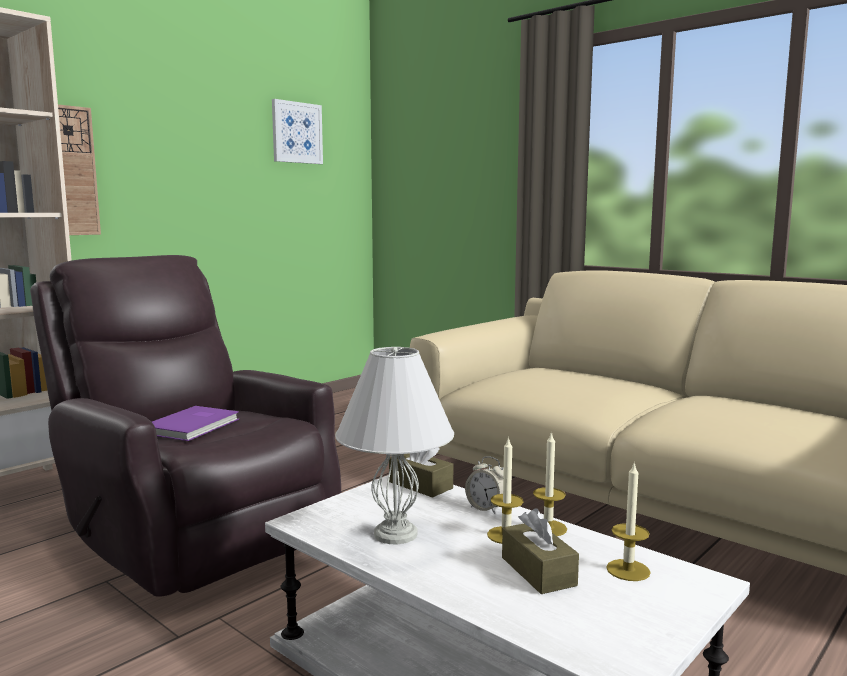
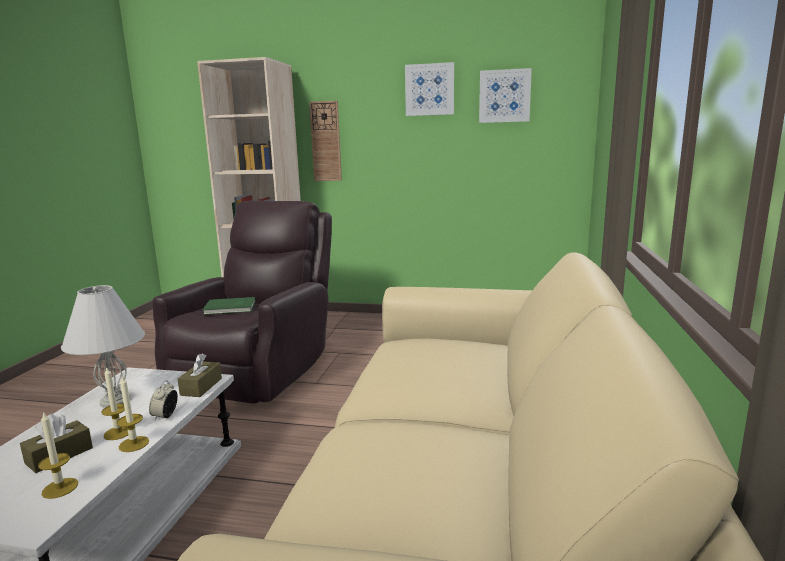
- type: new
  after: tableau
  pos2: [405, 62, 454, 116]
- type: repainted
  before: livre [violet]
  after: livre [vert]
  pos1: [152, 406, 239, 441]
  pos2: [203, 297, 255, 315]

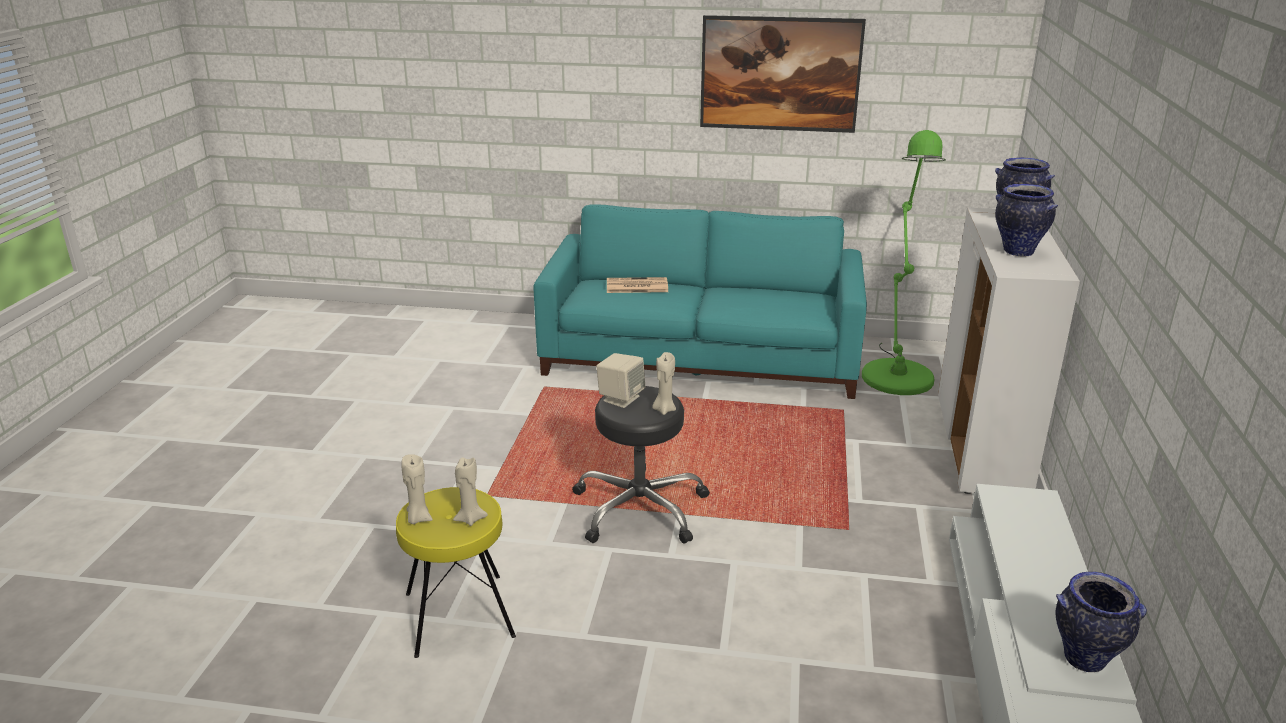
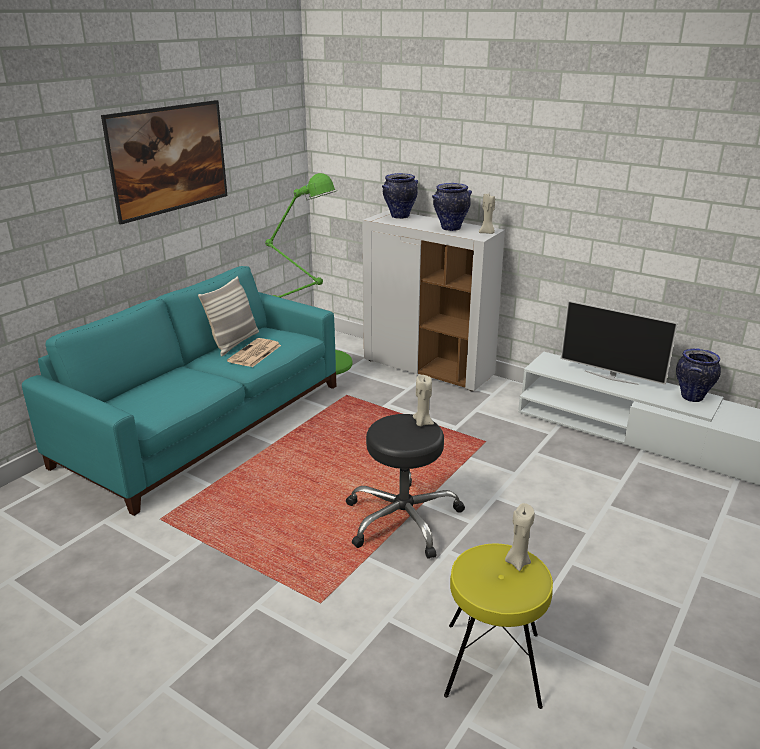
- type: gone
  before: enceinte [beige]
  pos1: [596, 353, 645, 408]
- type: new
  after: coussin
  pos2: [198, 276, 259, 357]
- type: new
  after: téléviseur
  pos2: [561, 300, 678, 385]
- type: shifted
  before: bougie [beige]
  pos1: [401, 454, 433, 524]
  pos2: [479, 194, 495, 234]
- type: shifted
  before: journal
  pos1: [607, 277, 668, 293]
  pos2: [227, 338, 281, 367]

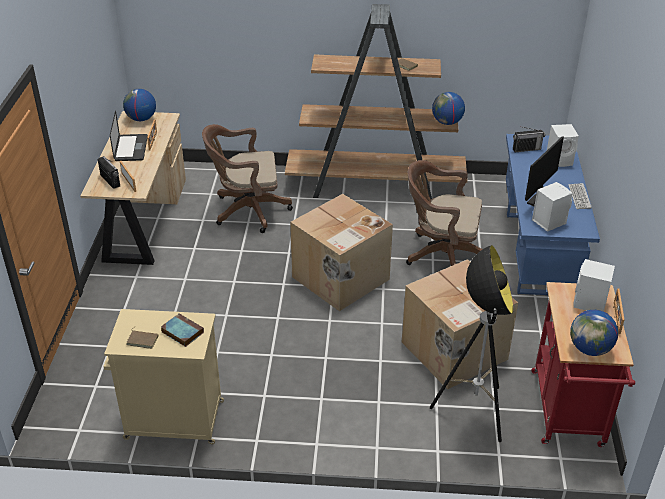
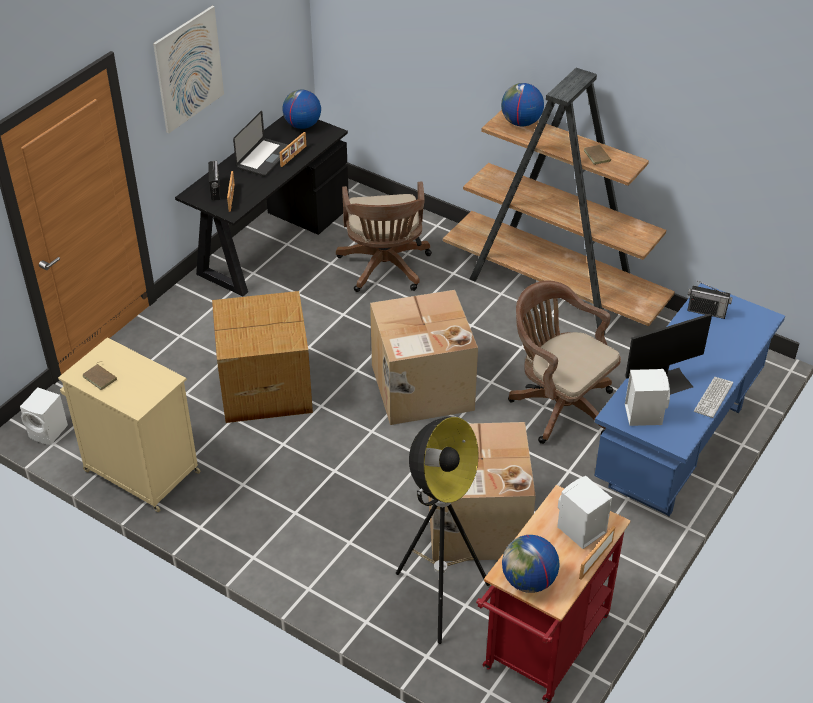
- type: gone
  before: livre
  pos1: [161, 313, 204, 347]
- type: new
  after: tableau
  pos2: [153, 6, 224, 134]
- type: new
  after: carton
  pos2: [212, 291, 313, 423]
- type: shifted
  before: globe
  pos1: [432, 92, 465, 125]
  pos2: [501, 83, 544, 126]
- type: shifted
  before: enceinte [blanc]
  pos1: [547, 124, 579, 167]
  pos2: [20, 387, 68, 445]
- type: repainted
  before: bureau [beige]
  after: bureau [noir]
  pos1: [80, 111, 186, 265]
  pos2: [175, 115, 349, 296]
- type: rotated
  before: chaise de bureau [marron]
  pos1: [202, 124, 293, 233]
  pos2: [336, 181, 432, 292]
  turn: -120

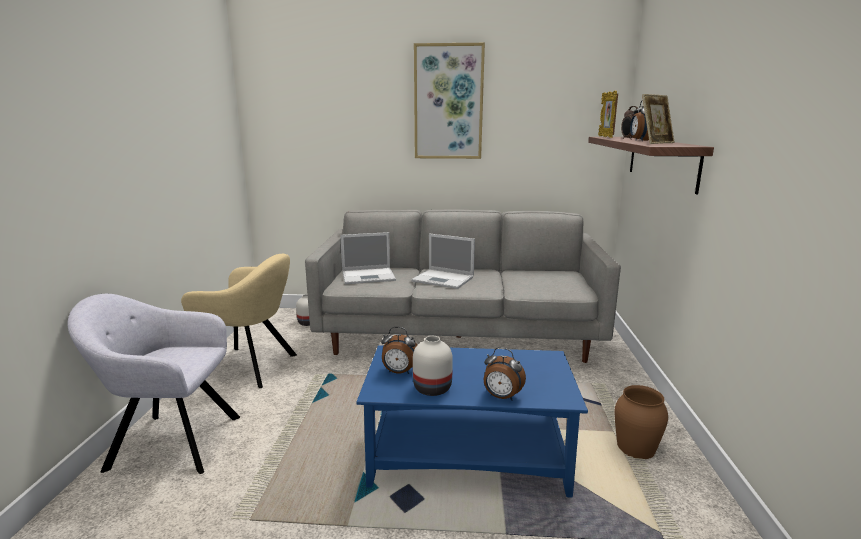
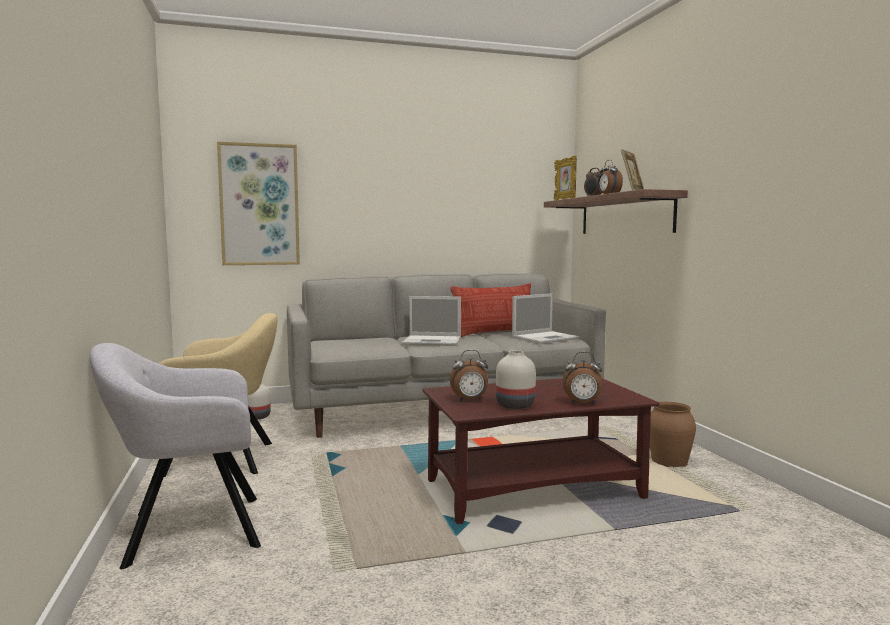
- type: new
  after: coussin
  pos2: [451, 284, 531, 337]
- type: shifted
  before: ordinateur portable
  pos1: [340, 232, 396, 284]
  pos2: [512, 293, 580, 344]
- type: shifted
  before: tableau
  pos1: [414, 43, 485, 159]
  pos2: [217, 142, 300, 265]
- type: repainted
  before: table basse [bleu]
  after: table basse [marron]
  pos1: [356, 345, 588, 498]
  pos2: [422, 378, 659, 524]

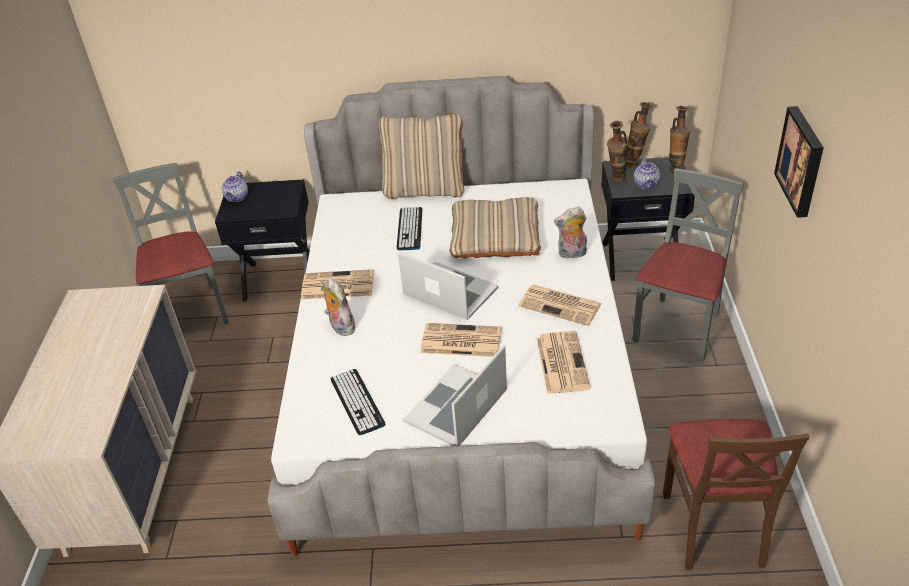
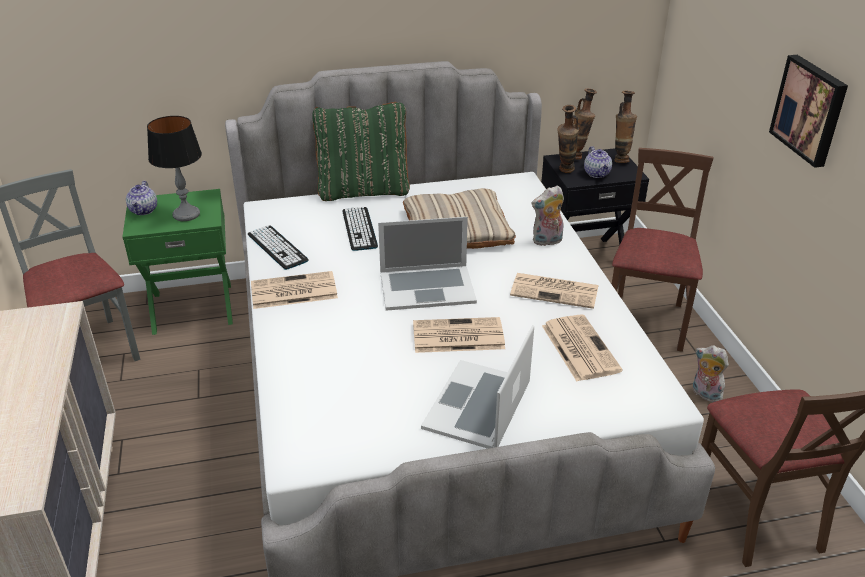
- type: new
  after: lampe de table
  pos2: [147, 116, 202, 221]
- type: shifted
  before: peluche
  pos1: [324, 279, 355, 336]
  pos2: [693, 345, 729, 402]
- type: shifted
  before: clavier
  pos1: [331, 369, 385, 435]
  pos2: [248, 225, 309, 270]
- type: repainted
  before: table de chevet [noir]
  after: table de chevet [vert]
  pos1: [215, 179, 310, 302]
  pos2: [122, 189, 233, 335]
- type: repainted
  before: coussin [beige]
  after: coussin [vert]
  pos1: [378, 113, 464, 199]
  pos2: [312, 102, 410, 201]
- type: repainted
  before: chaise [gris]
  after: chaise [marron]
  pos1: [632, 168, 744, 362]
  pos2: [612, 148, 713, 352]
- type: rotated
  before: ordinateur portable
  pos1: [398, 251, 499, 320]
  pos2: [378, 217, 477, 311]
  turn: 150

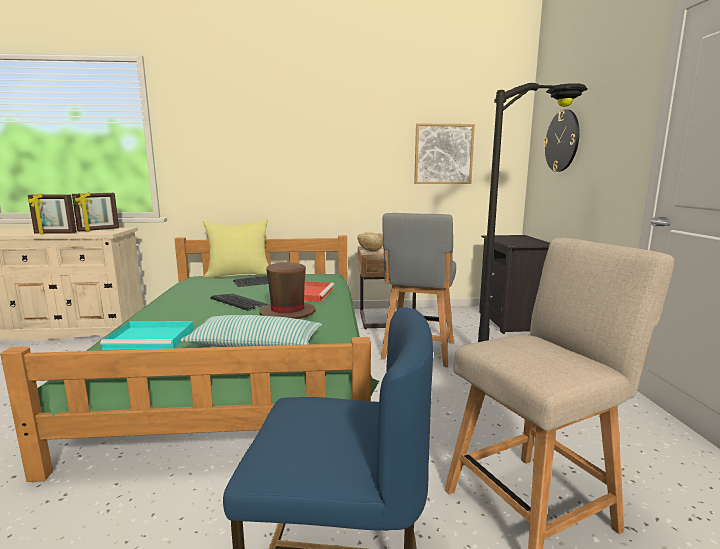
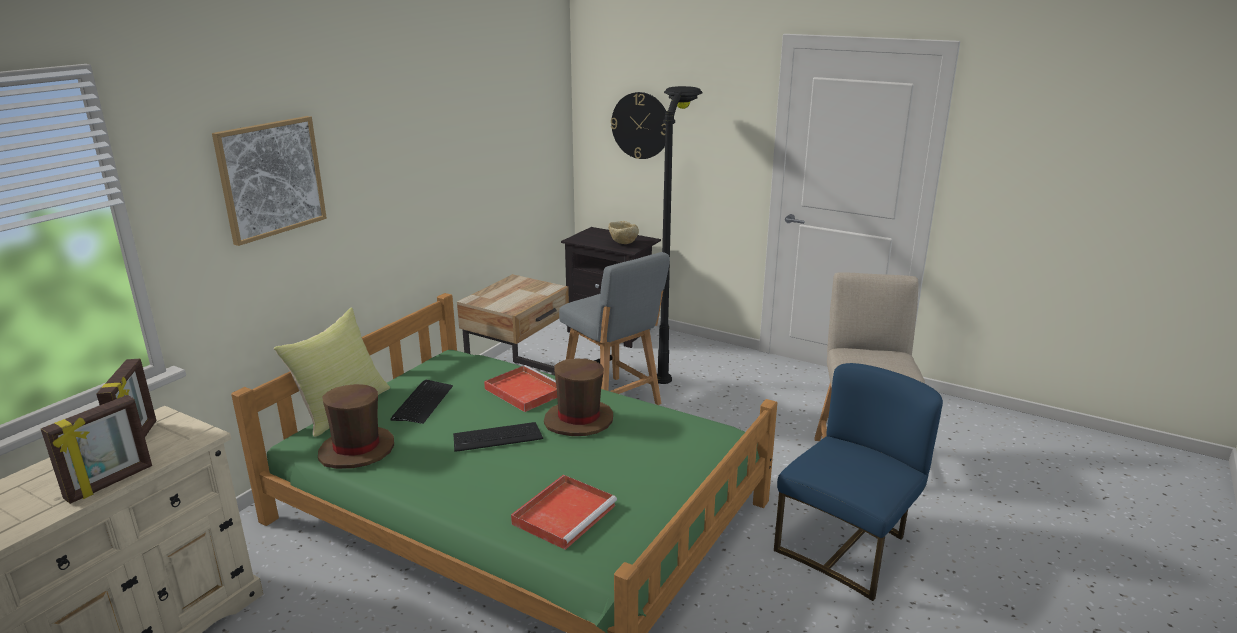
- type: gone
  before: coussin
  pos1: [180, 315, 322, 347]
- type: new
  after: chapeau [marron]
  pos2: [318, 384, 394, 469]
- type: shifted
  before: bol [beige]
  pos1: [357, 232, 383, 251]
  pos2: [608, 221, 639, 244]
- type: shifted
  before: tableau
  pos1: [414, 124, 475, 184]
  pos2: [212, 116, 327, 246]
- type: repainted
  before: plateau [turquoise]
  after: plateau [rouge]
  pos1: [100, 321, 194, 350]
  pos2: [511, 475, 617, 550]

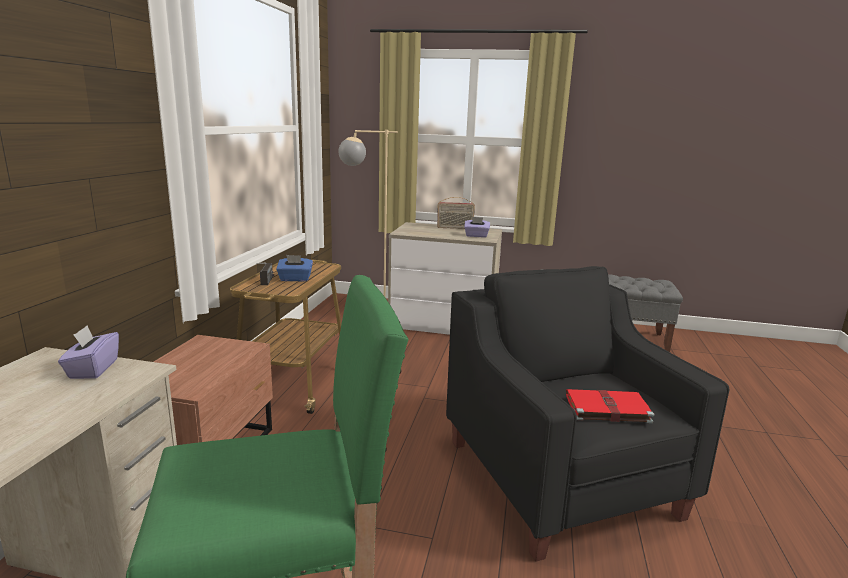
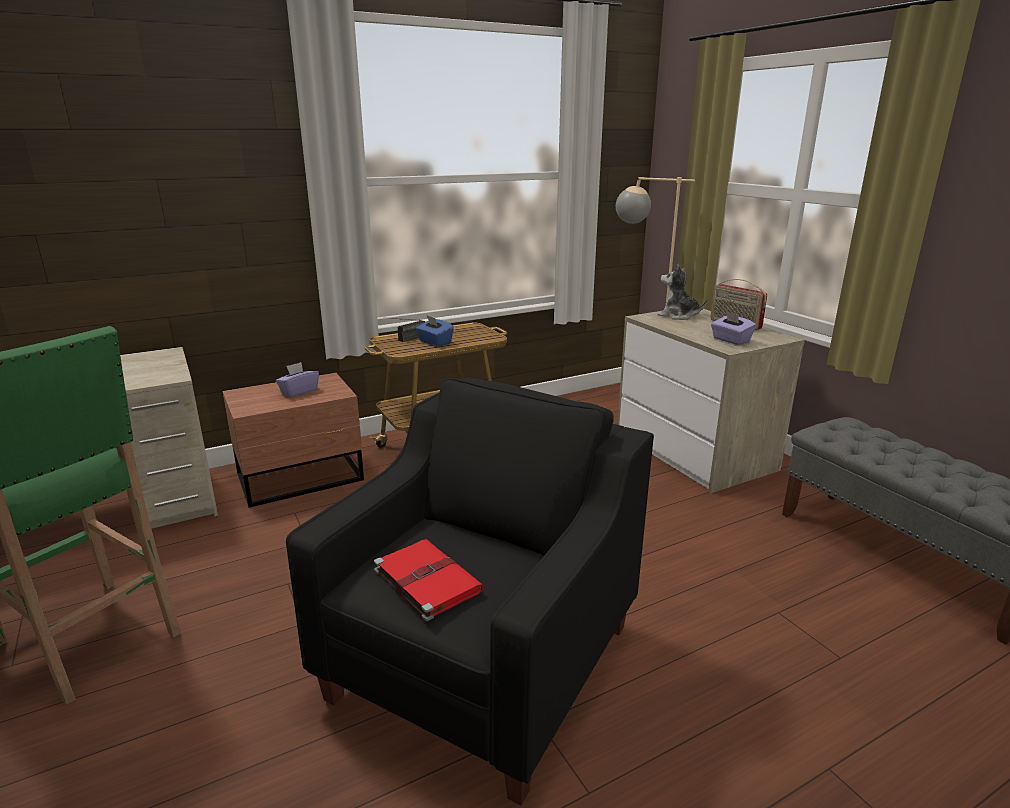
- type: new
  after: peluche
  pos2: [658, 264, 707, 320]
- type: shifted
  before: boîte à mouchoirs [violet]
  pos1: [58, 326, 119, 379]
  pos2: [276, 362, 319, 398]

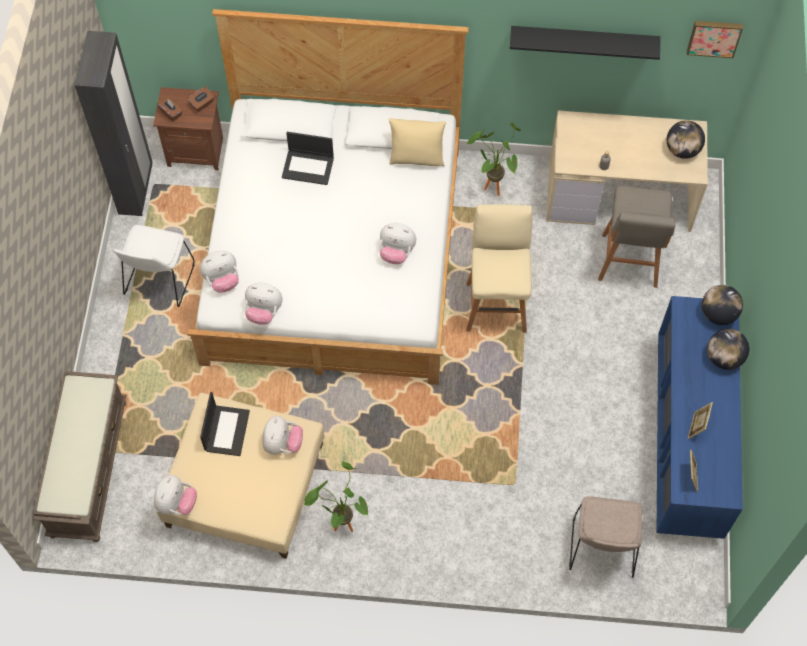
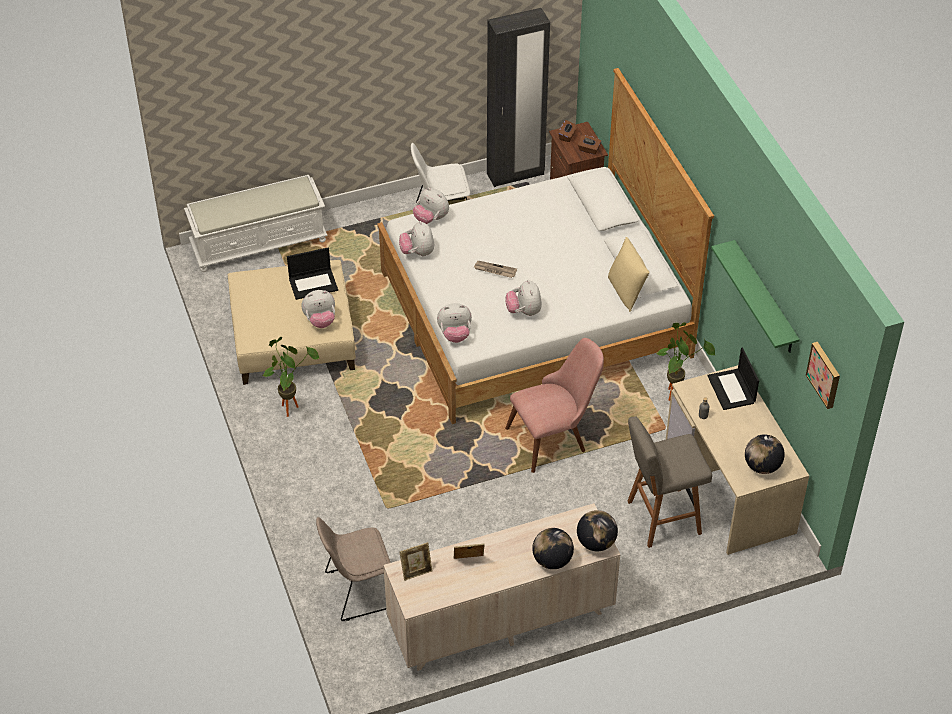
- type: new
  after: journal
  pos2: [474, 261, 517, 278]
- type: shifted
  before: peluche
  pos1: [154, 475, 197, 515]
  pos2: [437, 303, 472, 343]
- type: shifted
  before: ordinateur portable
  pos1: [282, 132, 334, 185]
  pos2: [708, 347, 759, 410]
- type: swapped
  before: tabouret [beige]
  after: chaise [rose]
  pos1: [466, 205, 532, 333]
  pos2: [505, 338, 604, 473]
- type: repainted
  before: banc [marron]
  after: banc [blanc]
  pos1: [33, 371, 126, 542]
  pos2: [184, 175, 328, 272]
- type: repainted
  before: étagère [noir]
  after: étagère [vert]
  pos1: [510, 26, 660, 60]
  pos2: [711, 240, 800, 353]
- type: repainted
  before: commode [bleu]
  after: commode [beige]
  pos1: [657, 296, 743, 539]
  pos2: [384, 503, 620, 671]

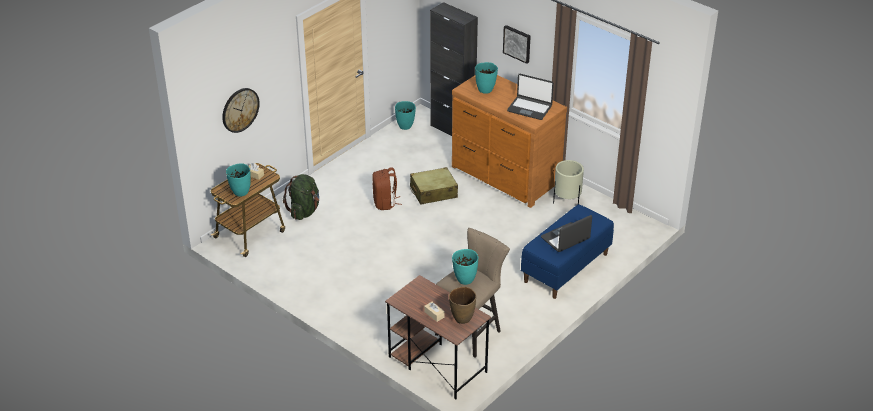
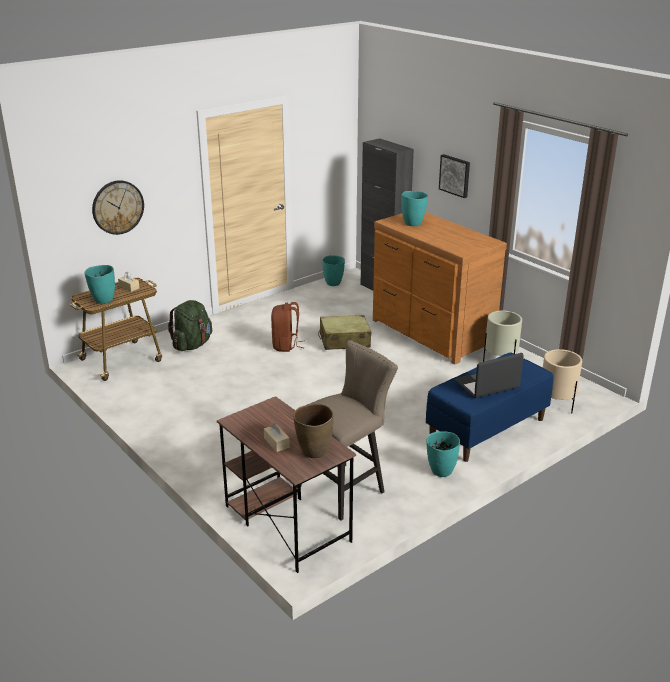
- type: gone
  before: ordinateur portable
  pos1: [507, 74, 554, 120]
- type: new
  after: cache-pot [beige]
  pos2: [543, 349, 582, 414]
- type: shifted
  before: vase [turquoise]
  pos1: [452, 249, 478, 285]
  pos2: [426, 431, 460, 477]

